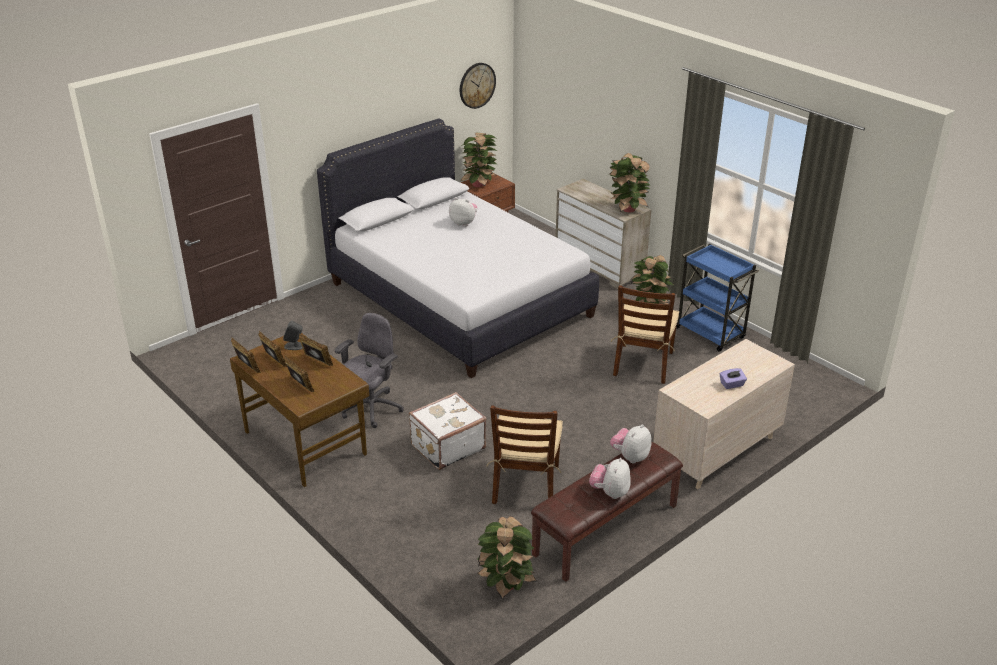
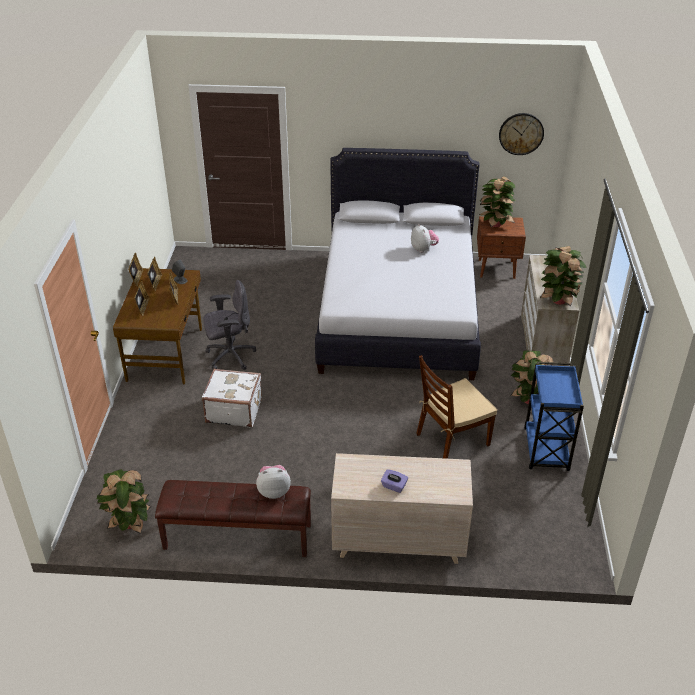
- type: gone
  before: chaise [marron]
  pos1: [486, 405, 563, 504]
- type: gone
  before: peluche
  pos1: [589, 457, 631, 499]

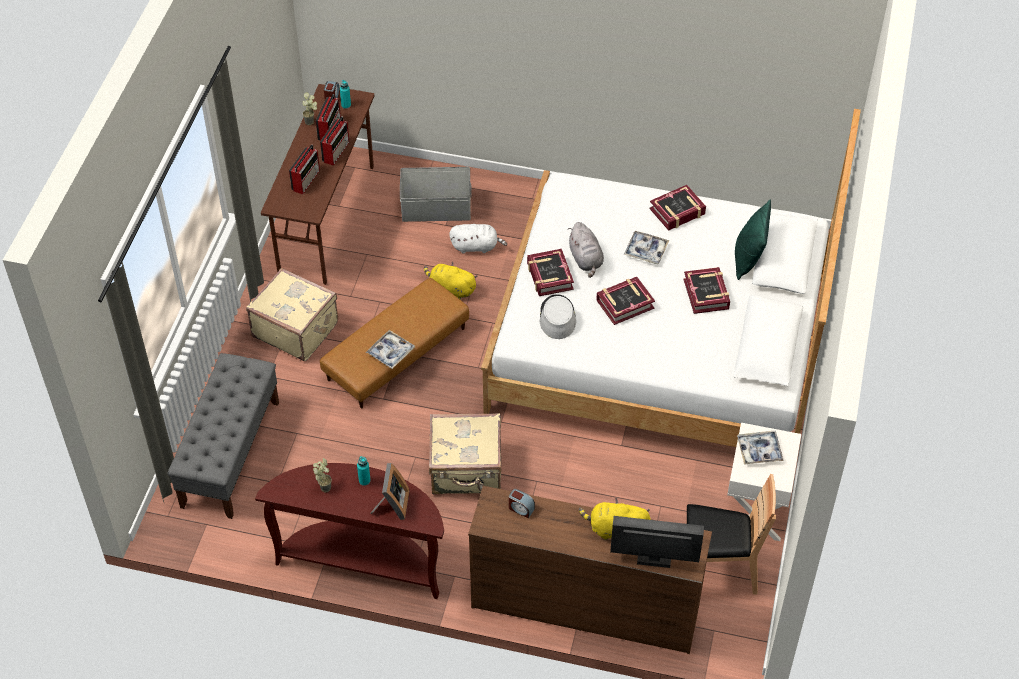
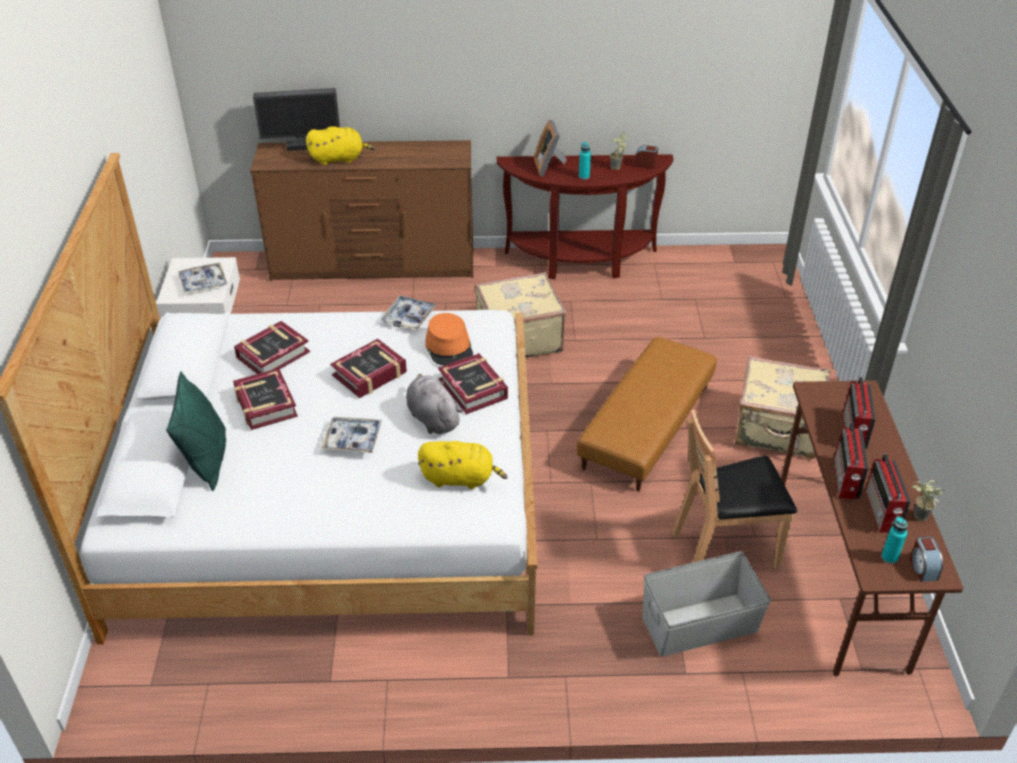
- type: gone
  before: banc [gris]
  pos1: [168, 353, 279, 519]
- type: gone
  before: peluche [blanc]
  pos1: [449, 224, 507, 254]
- type: shifted
  before: plateau
  pos1: [366, 330, 415, 369]
  pos2: [380, 295, 437, 330]
- type: shifted
  before: peluche [jaune]
  pos1: [424, 262, 478, 300]
  pos2: [418, 441, 507, 489]
- type: shifted
  before: réveil
  pos1: [509, 489, 535, 518]
  pos2: [634, 145, 658, 169]
- type: shifted
  before: livre
  pos1: [649, 185, 706, 231]
  pos2: [234, 321, 310, 374]
- type: shifted
  before: chaise [marron]
  pos1: [686, 474, 776, 595]
  pos2: [672, 409, 797, 570]
- type: repainted
  before: chapeau [gris]
  after: chapeau [orange]
  pos1: [539, 294, 576, 339]
  pos2: [425, 313, 473, 366]

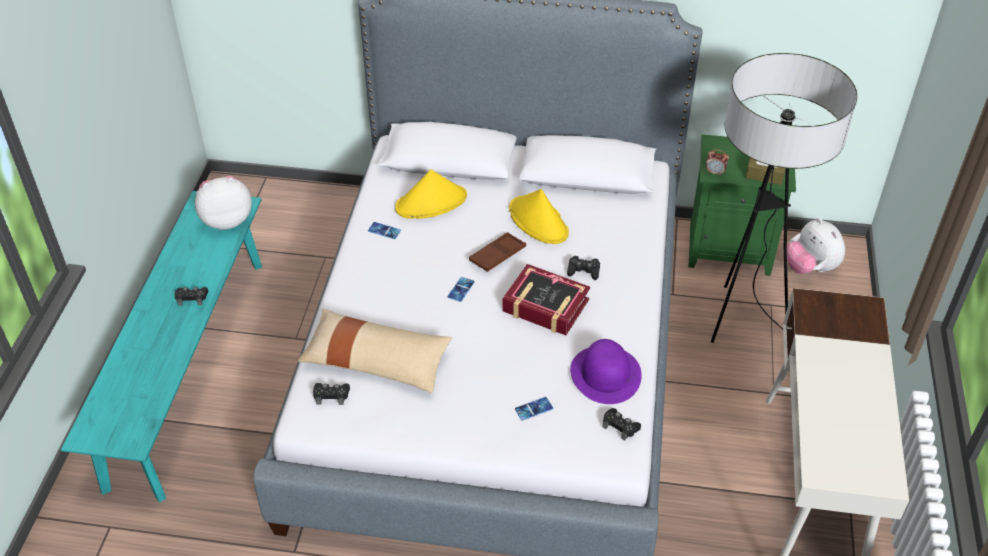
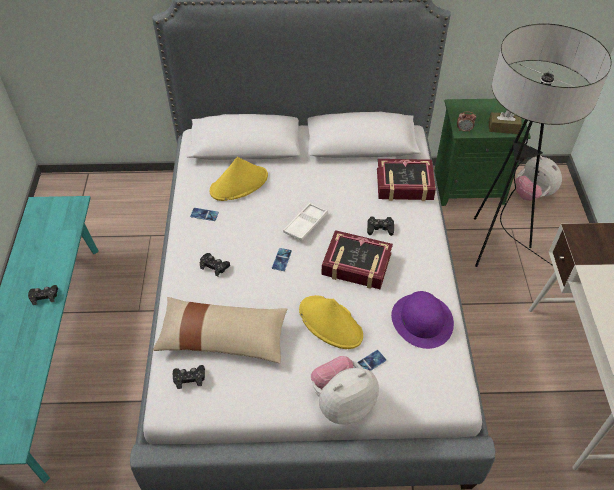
- type: new
  after: livre
  pos2: [377, 159, 436, 201]
- type: shifted
  before: peluche
  pos1: [195, 176, 252, 230]
  pos2: [311, 356, 379, 424]
- type: shifted
  before: chapeau [jaune]
  pos1: [509, 189, 569, 244]
  pos2: [299, 295, 363, 349]
- type: shifted
  before: manette [noir]
  pos1: [602, 408, 641, 441]
  pos2: [200, 253, 230, 276]
- type: repainted
  before: plateau [marron]
  after: plateau [blanc]
  pos1: [469, 232, 526, 272]
  pos2: [283, 203, 328, 241]

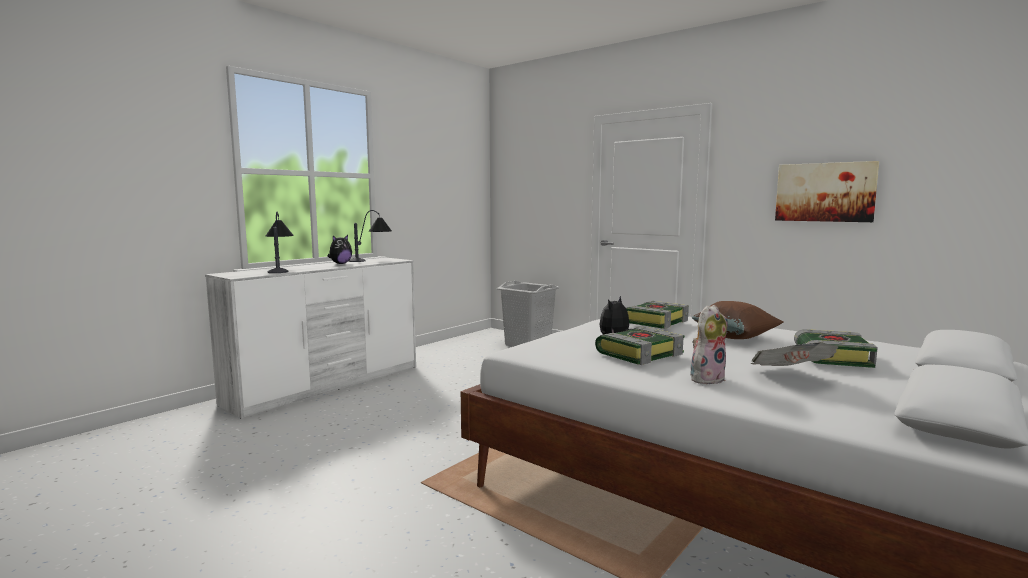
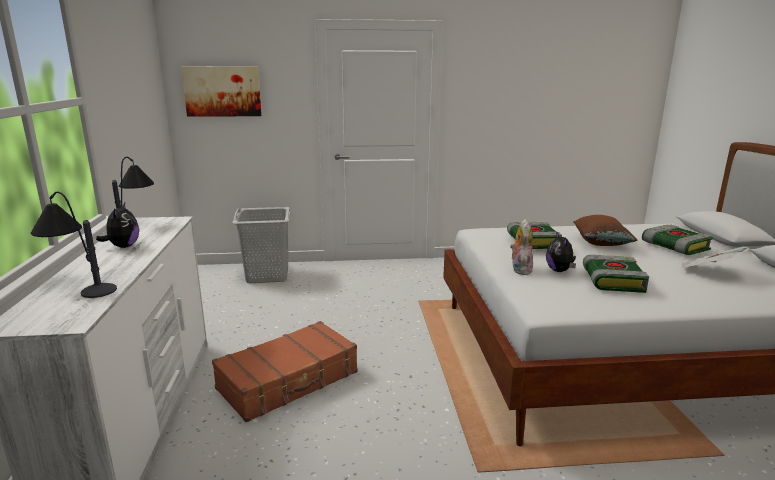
- type: new
  after: valise [marron]
  pos2: [212, 321, 358, 422]
- type: shifted
  before: peluche
  pos1: [691, 305, 728, 384]
  pos2: [510, 219, 533, 275]
- type: shifted
  before: tableau
  pos1: [775, 161, 880, 222]
  pos2: [181, 66, 262, 117]

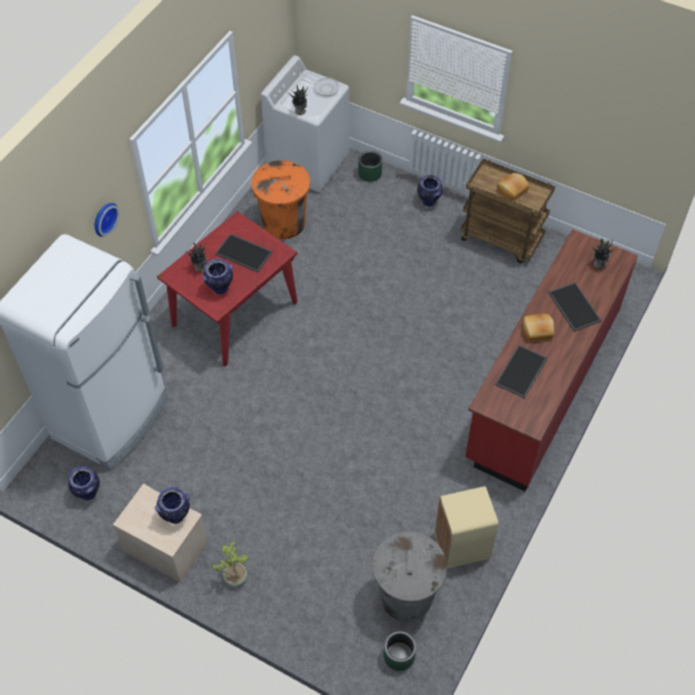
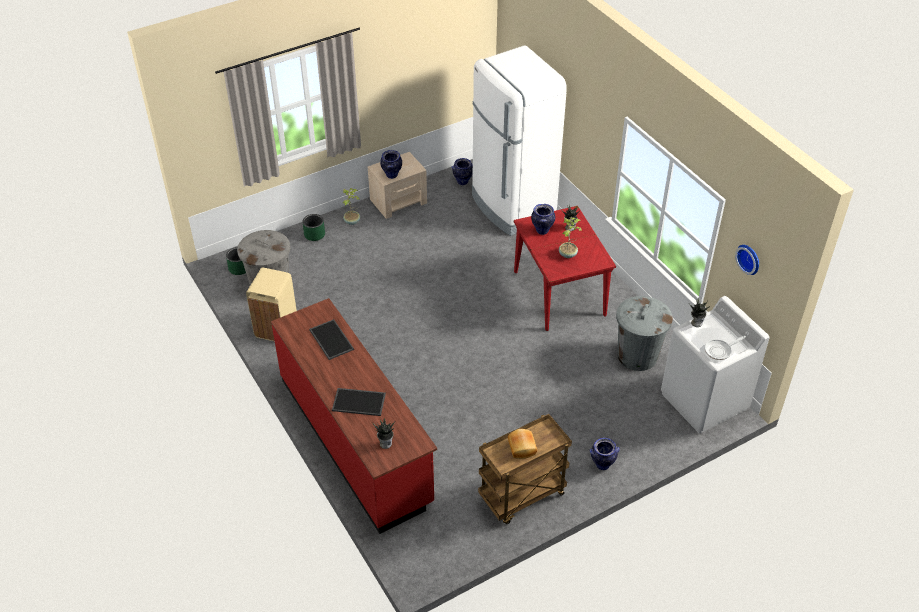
- type: gone
  before: pain
  pos1: [523, 314, 554, 342]
- type: shifted
  before: horloge murale
  pos1: [95, 203, 120, 237]
  pos2: [735, 245, 759, 275]
- type: shifted
  before: cache-pot [vert]
  pos1: [358, 151, 382, 182]
  pos2: [302, 214, 325, 241]
- type: swapped
  before: plateau
  after: plante en pot
  pos1: [215, 233, 273, 272]
  pos2: [559, 217, 582, 258]
- type: repainted
  before: poubelle [orange]
  after: poubelle [gris]
  pos1: [251, 160, 310, 239]
  pos2: [616, 296, 673, 371]

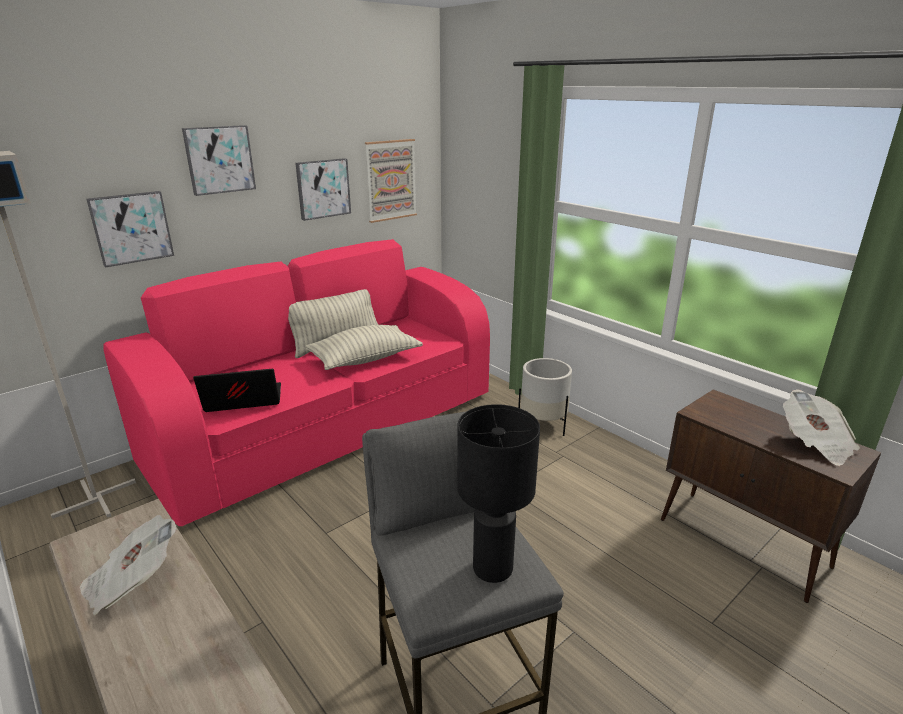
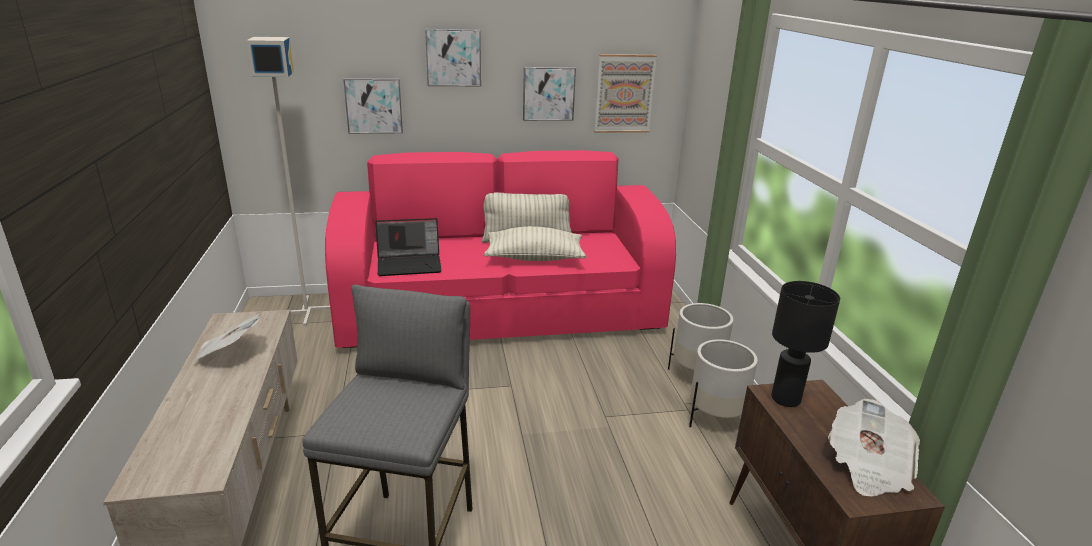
- type: new
  after: cache-pot [blanc]
  pos2: [689, 339, 758, 427]
- type: shifted
  before: lampe de table [noir]
  pos1: [457, 404, 540, 583]
  pos2: [771, 281, 840, 407]
- type: rotated
  before: ordinateur portable
  pos1: [193, 369, 281, 412]
  pos2: [375, 218, 442, 276]
  turn: 150

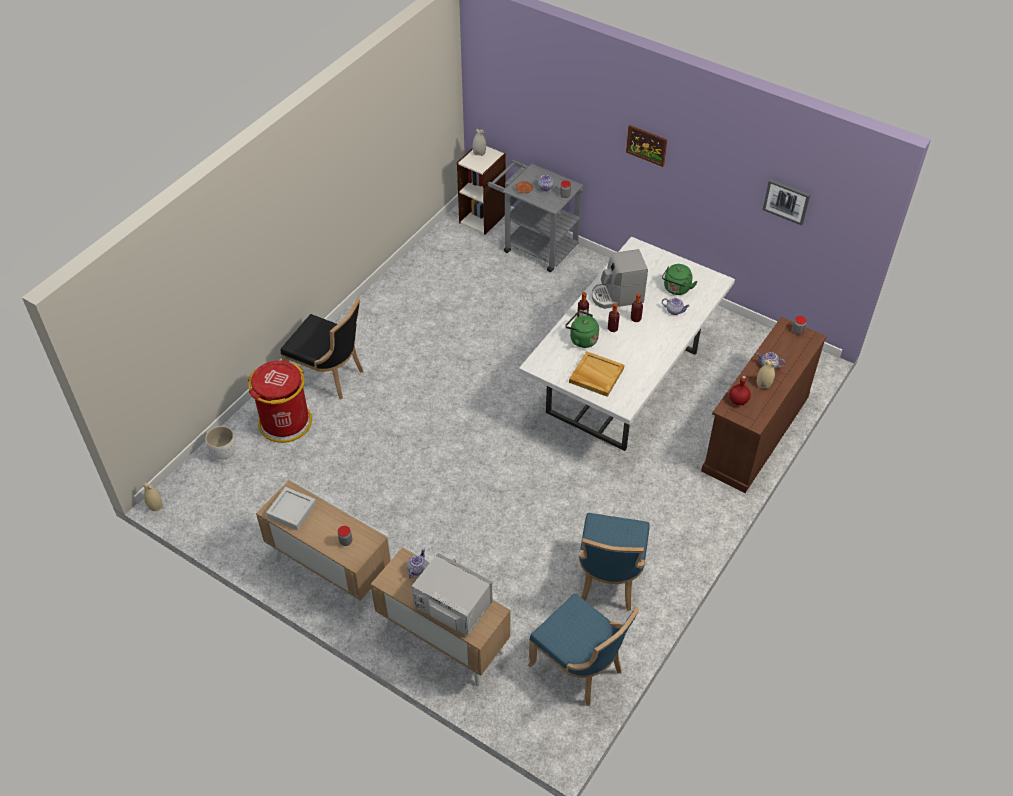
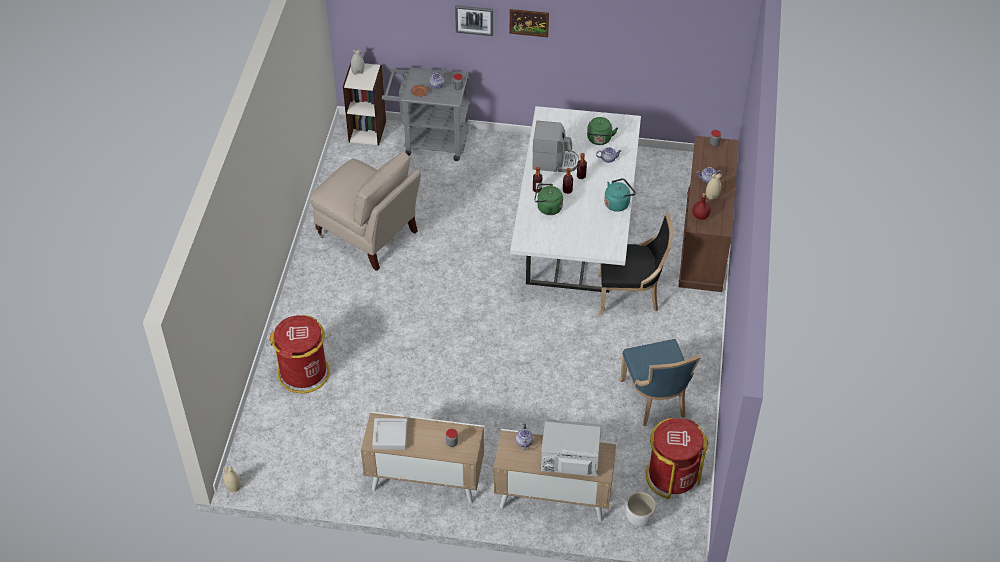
- type: gone
  before: plateau [beige]
  pos1: [569, 351, 624, 397]
- type: new
  after: chaise [beige]
  pos2: [310, 151, 421, 271]
- type: new
  after: bouilloire [turquoise]
  pos2: [604, 178, 636, 212]
- type: shifted
  before: cache-pot [blanc]
  pos1: [205, 426, 236, 460]
  pos2: [626, 492, 656, 527]
- type: shifted
  before: chaise [noir]
  pos1: [281, 298, 363, 399]
  pos2: [599, 212, 673, 315]
- type: shifted
  before: tableau
  pos1: [763, 179, 810, 225]
  pos2: [455, 5, 493, 36]
- type: swapped
  before: chaise [bleu]
  after: poubelle [rouge]
  pos1: [528, 593, 639, 706]
  pos2: [645, 418, 708, 499]
- type: rotated
  before: machine à café
  pos1: [592, 249, 648, 309]
  pos2: [532, 121, 579, 173]
  turn: -135

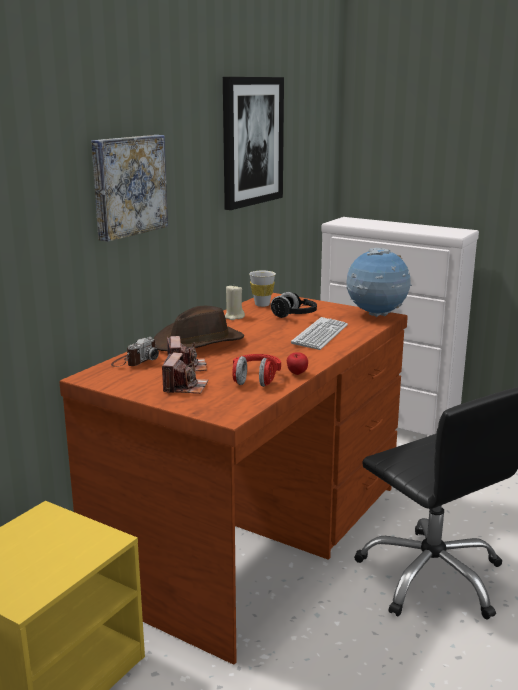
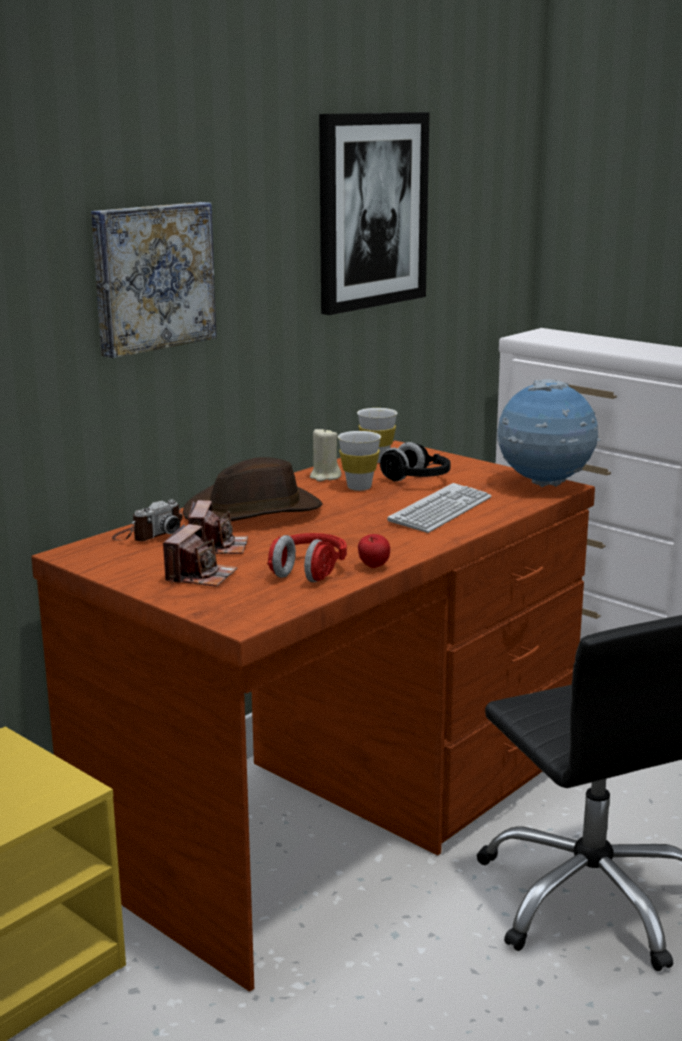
- type: new
  after: tasse [blanc]
  pos2: [338, 431, 381, 491]

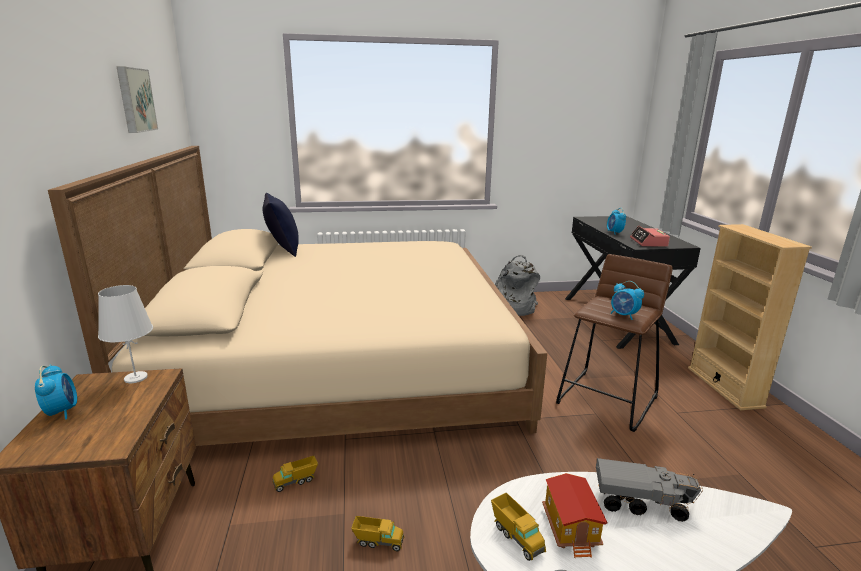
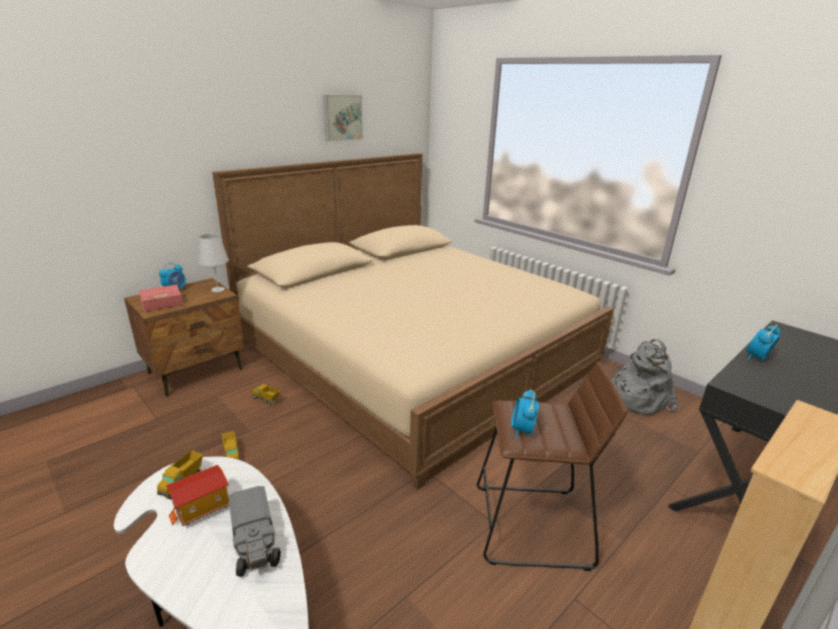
- type: gone
  before: coussin [bleu]
  pos1: [263, 193, 299, 257]
- type: shifted
  before: réveil
  pos1: [630, 226, 670, 247]
  pos2: [138, 285, 183, 312]

